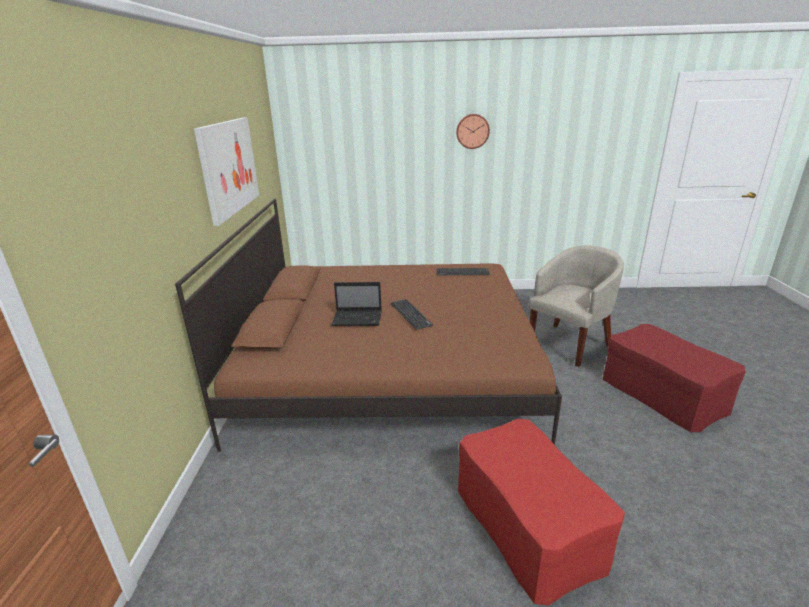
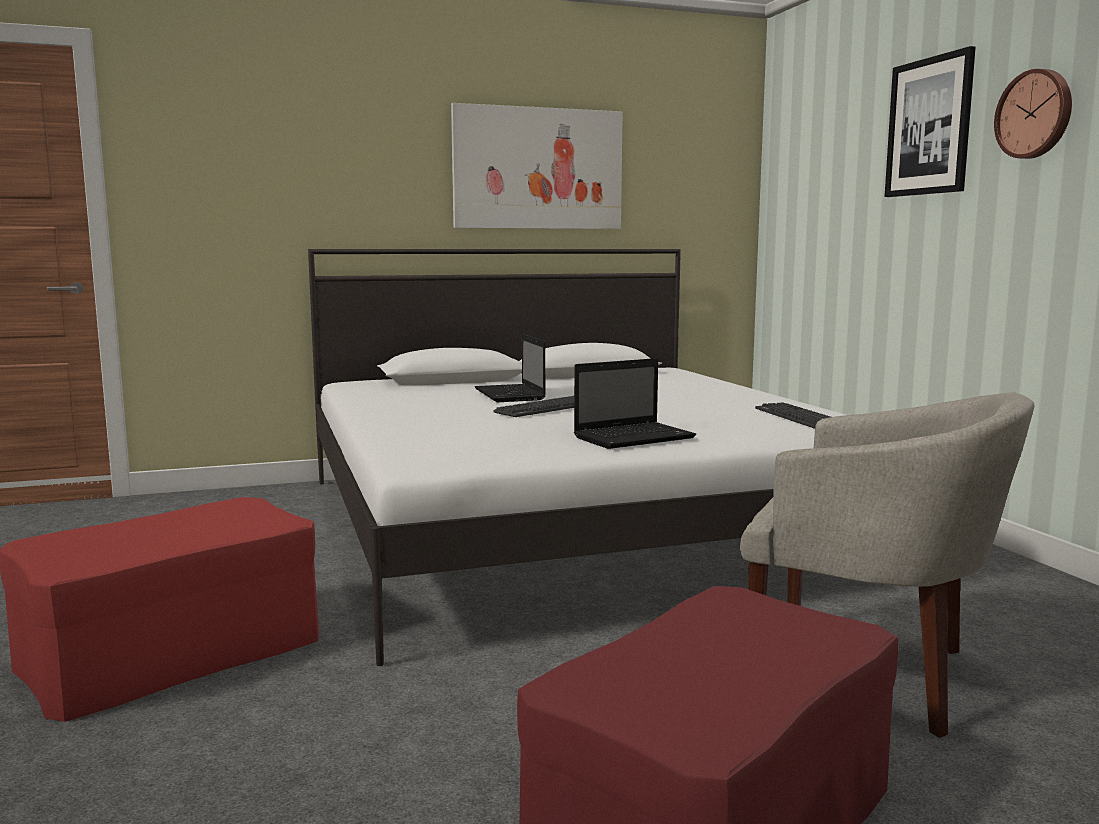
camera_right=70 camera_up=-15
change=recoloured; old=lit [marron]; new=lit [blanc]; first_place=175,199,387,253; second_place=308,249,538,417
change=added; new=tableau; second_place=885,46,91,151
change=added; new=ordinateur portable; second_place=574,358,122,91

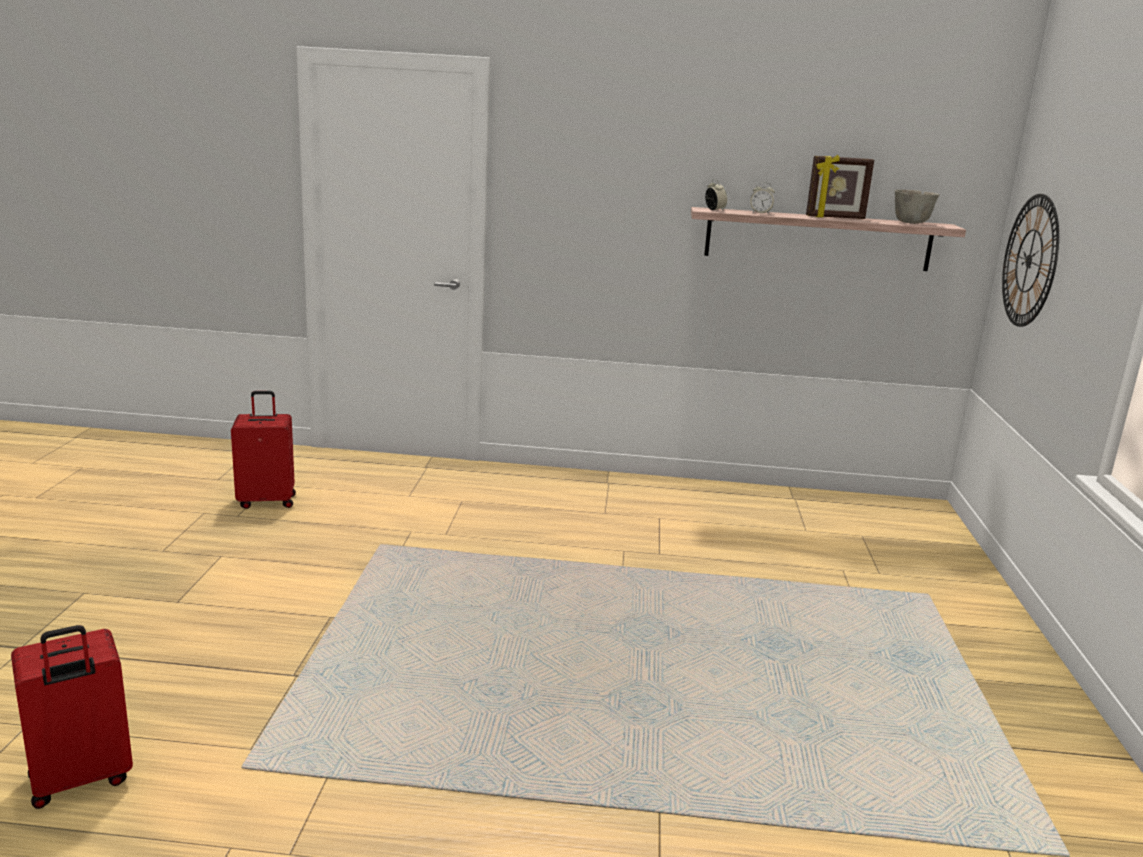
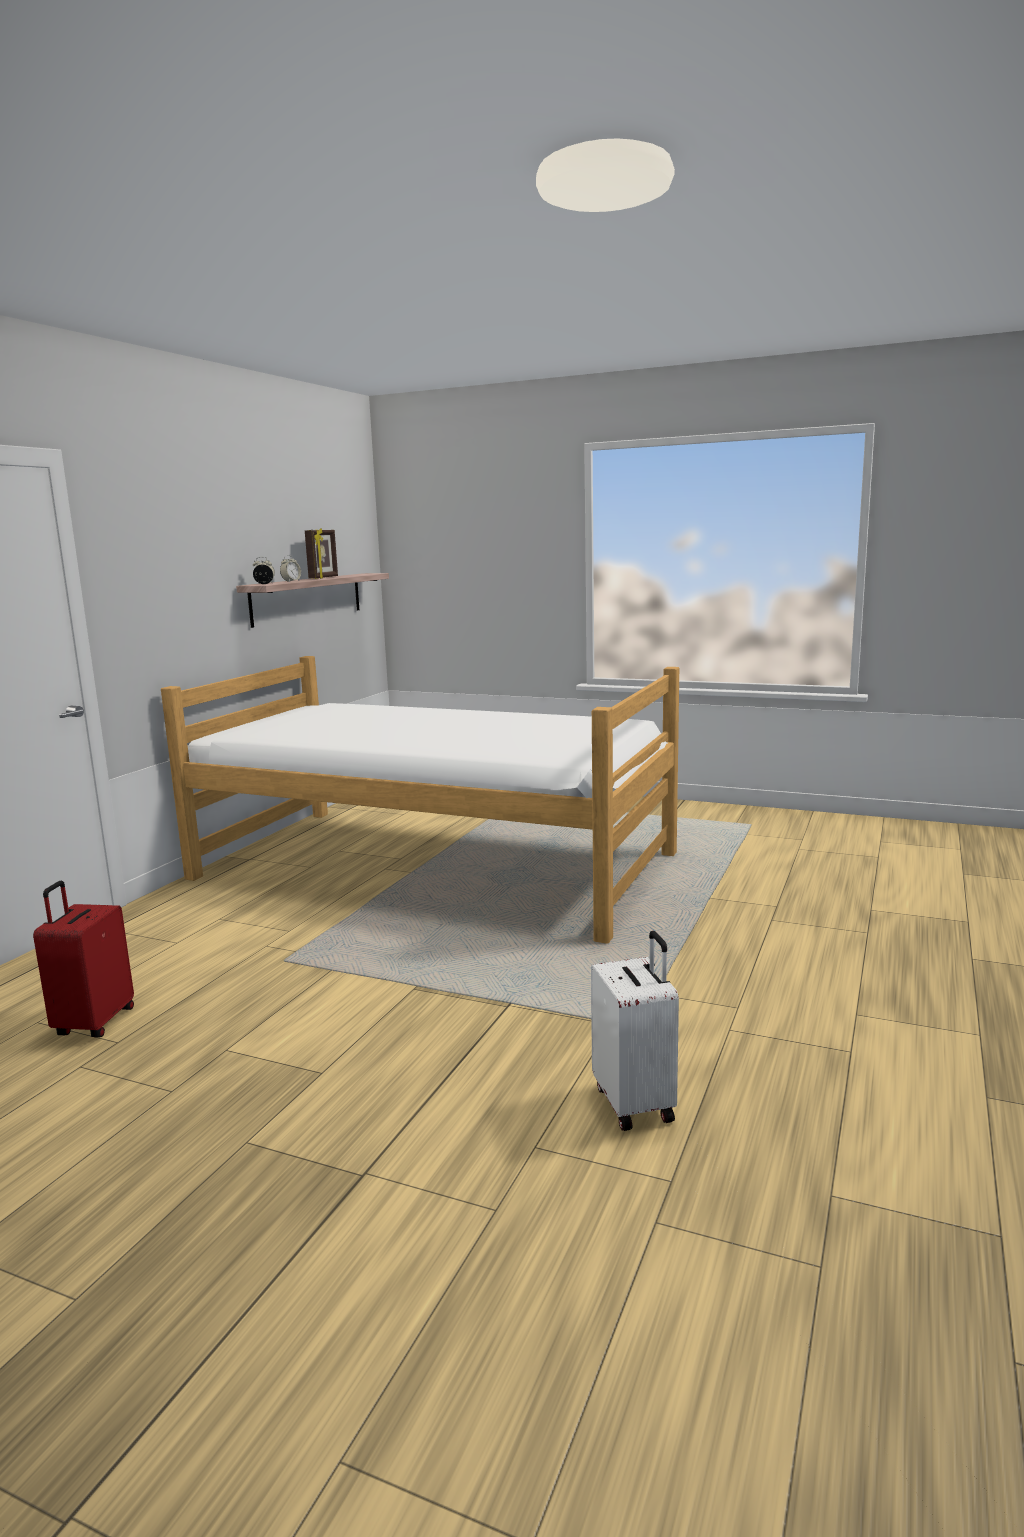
camera_right=-70 camera_up=-5
change=removed; old=bol [gris]; first_place=895,189,44,35
change=removed; old=horloge murale; first_place=1002,194,57,133
change=recoloured; old=valise [rouge]; new=valise [blanc]; first_place=11,625,122,184; second_place=591,931,88,200
change=added; new=lit; second_place=161,656,518,288

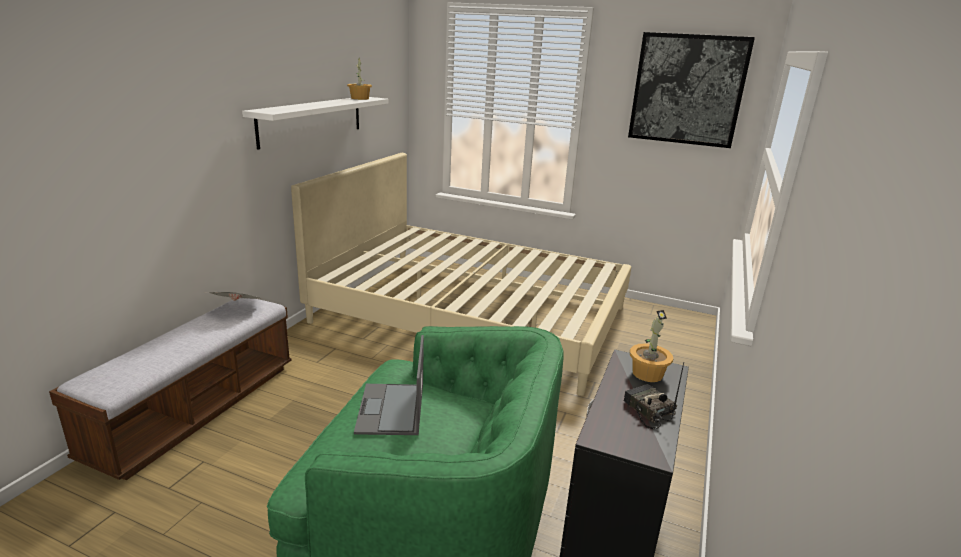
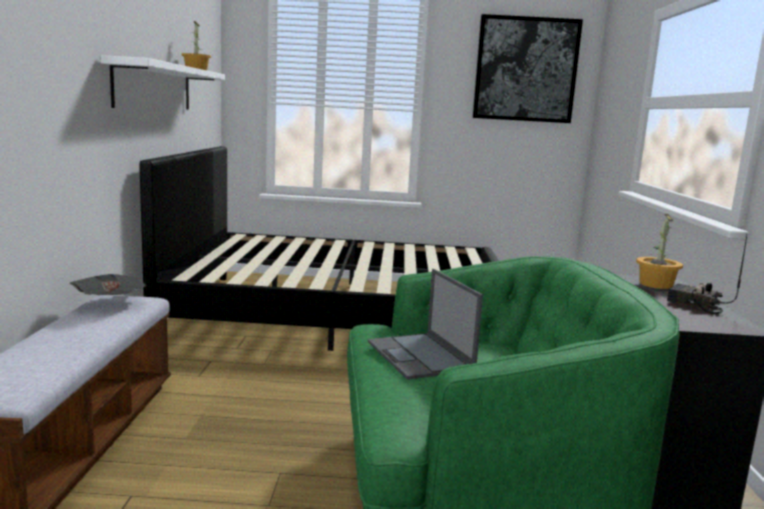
camera_right=-20 camera_up=-10
change=recoloured; old=lit [beige]; new=lit [noir]; first_place=291,153,340,243; second_place=139,146,360,205

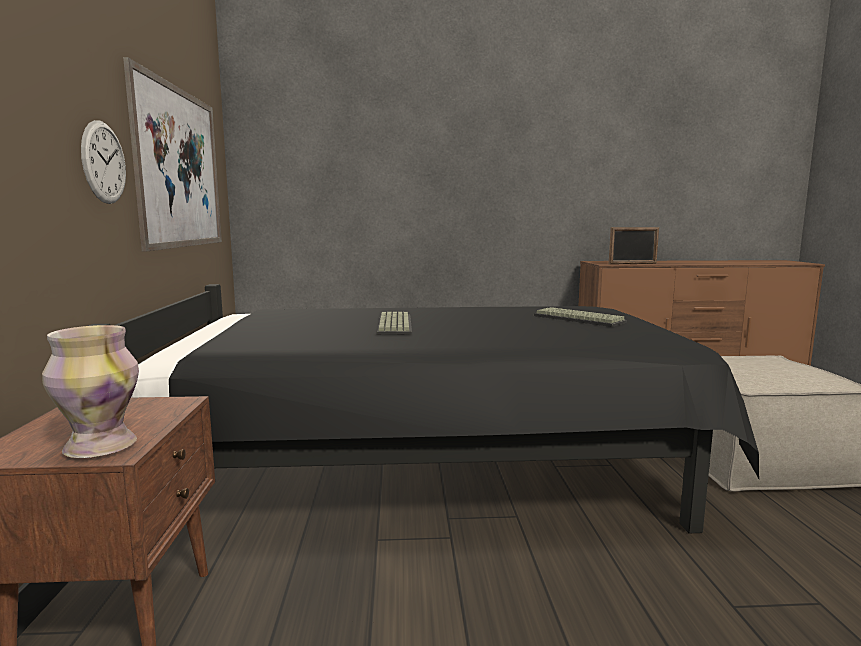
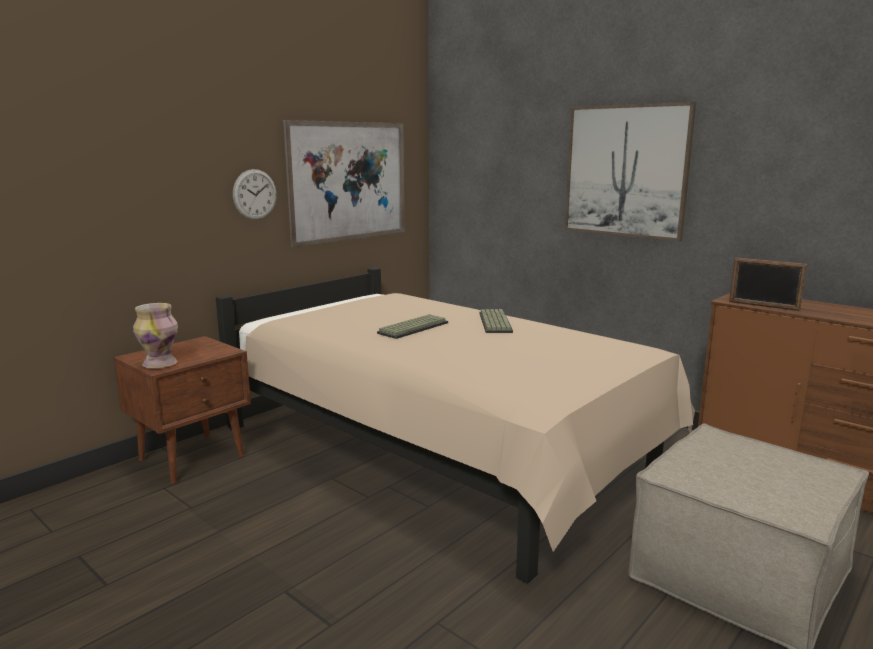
camera_right=45 camera_up=5
change=recoloured; old=lit [noir]; new=lit [beige]; first_place=88,284,671,249; second_place=216,267,479,317
change=moved; old=clavier; first_place=534,307,93,20; second_place=479,309,34,24
change=added; new=tableau; second_place=564,102,132,139

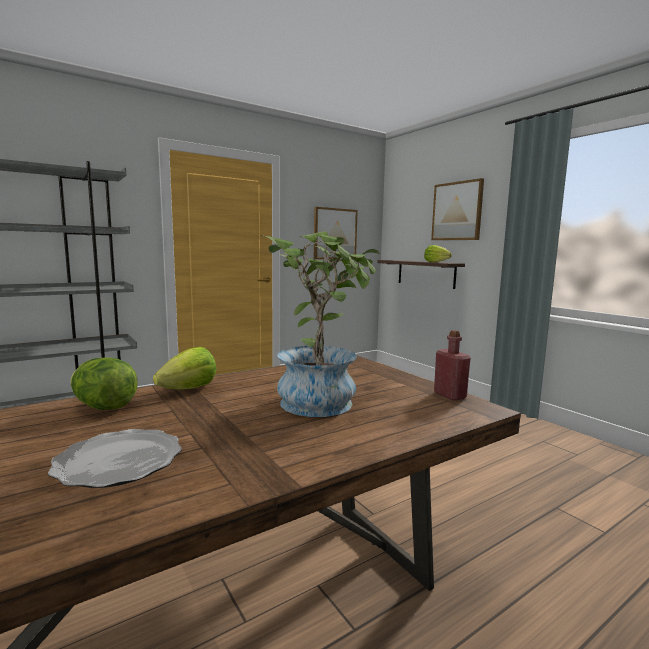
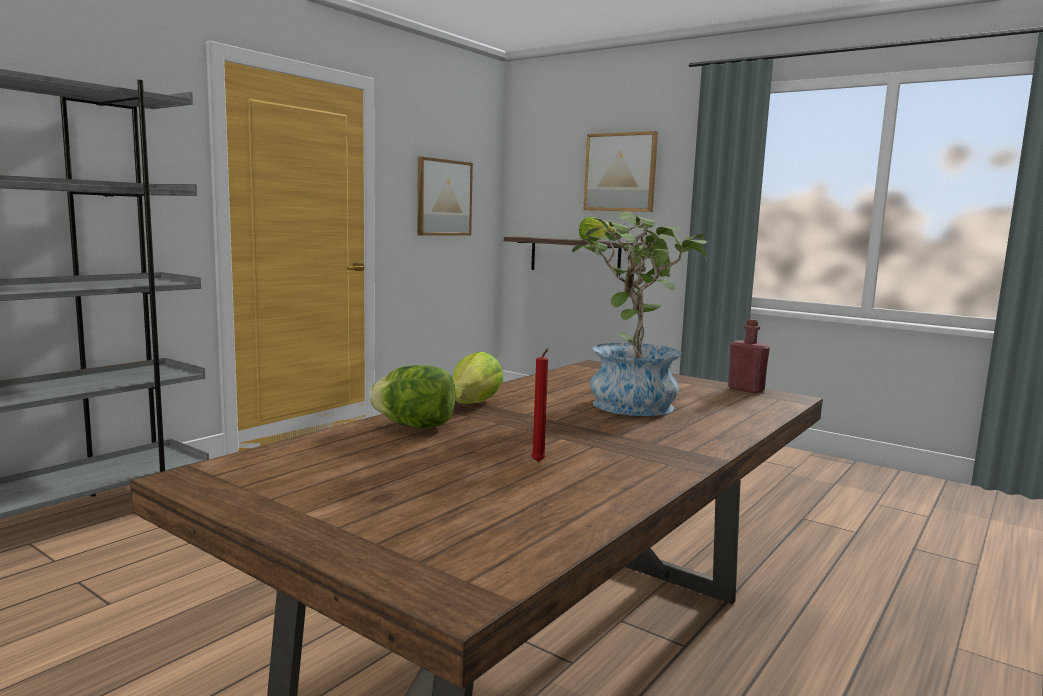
camera_right=-20 camera_up=0
change=replaced; old=assiette; new=bougie [rouge]; first_place=48,429,134,59; second_place=531,348,17,114

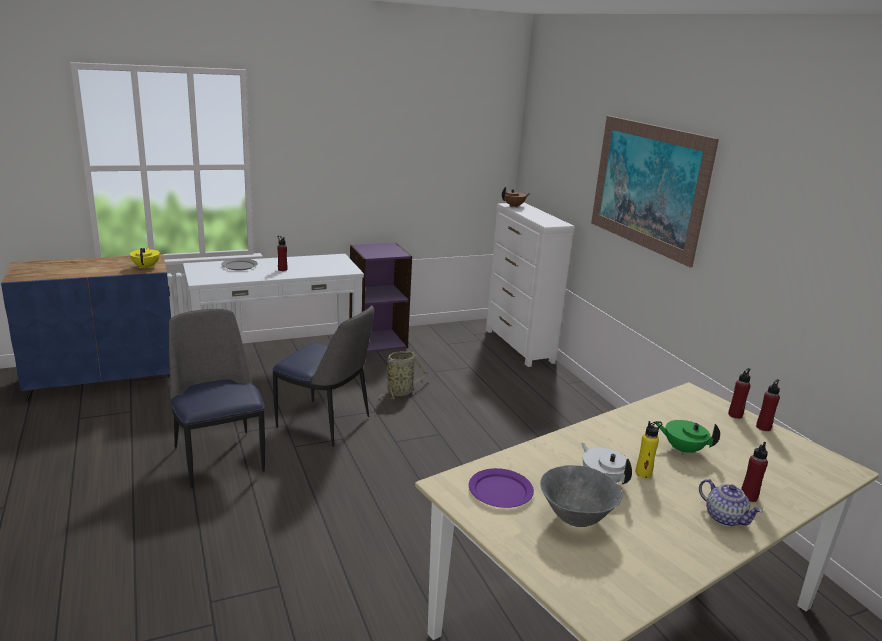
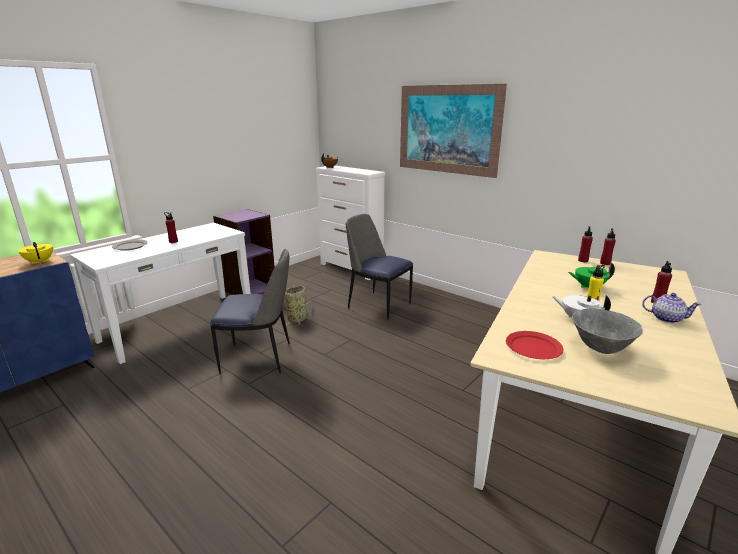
camera_right=-25 camera_up=0
change=moved; old=chaise; first_place=169,309,96,179; second_place=346,214,67,106
change=recoloured; old=assiette [violet]; new=assiette [rouge]; first_place=469,468,65,40; second_place=506,331,58,28

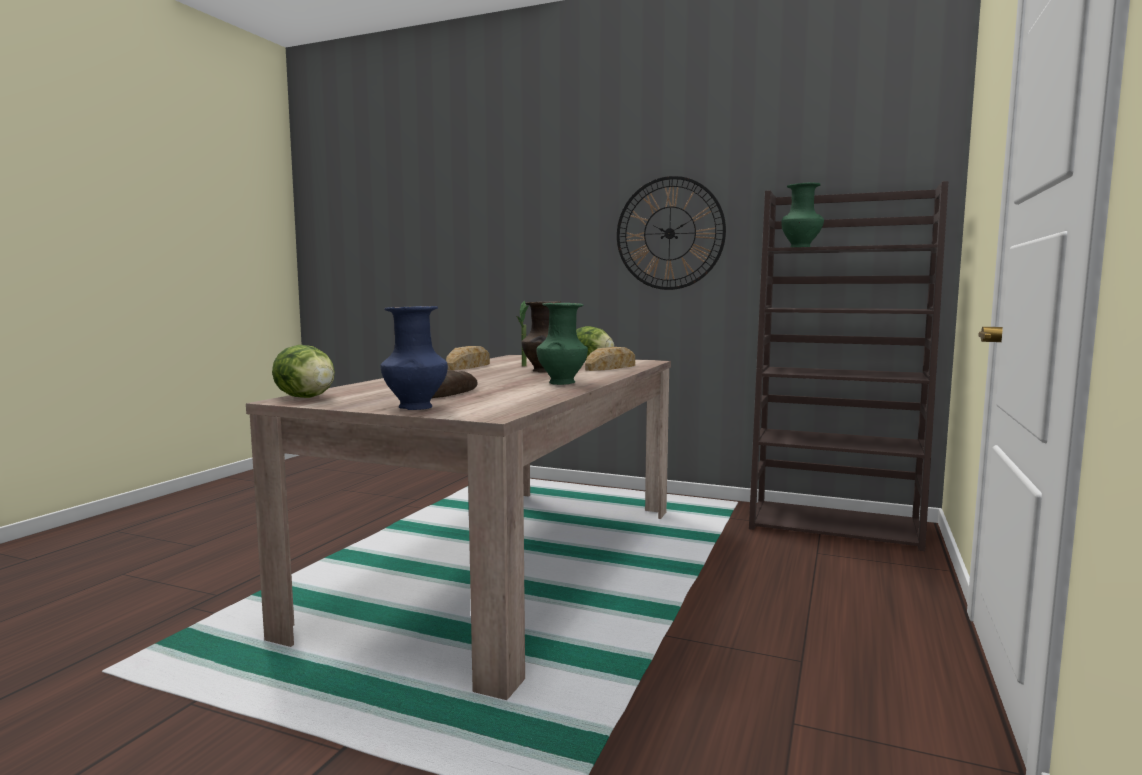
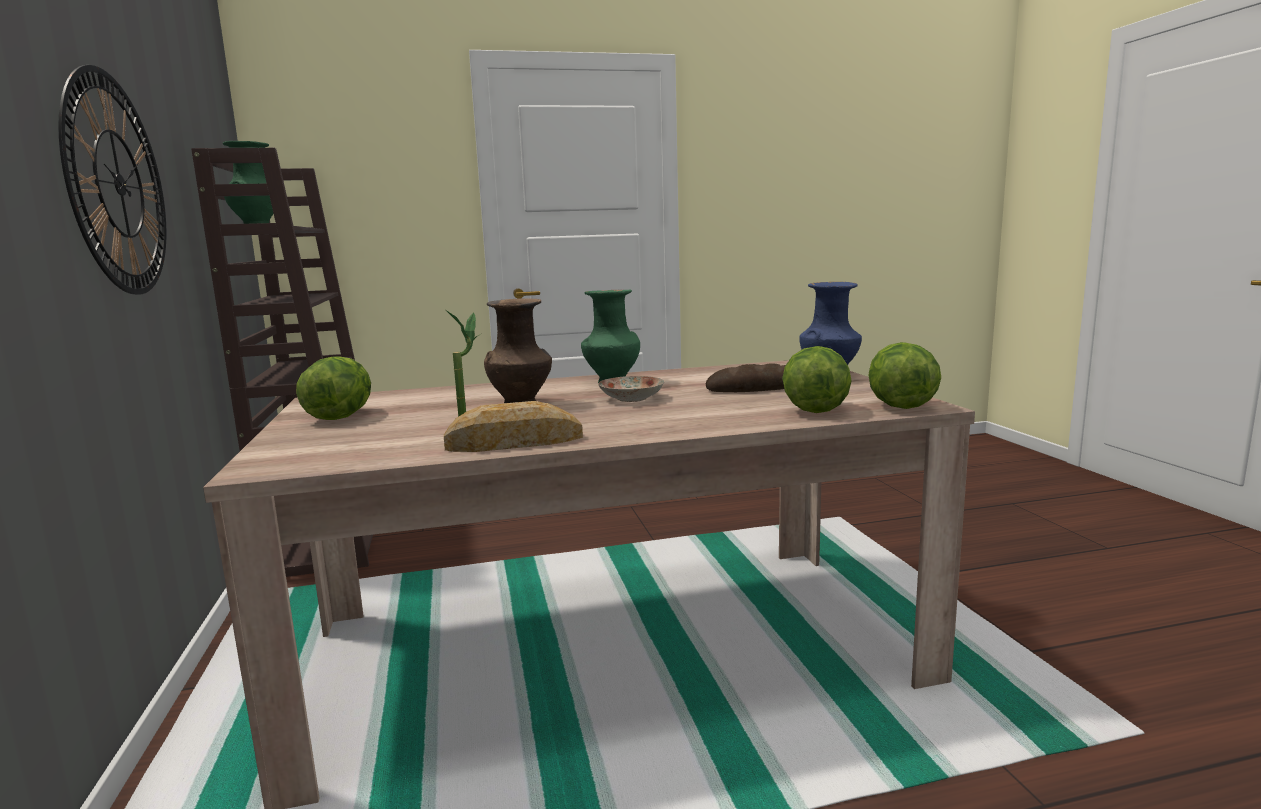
camera_right=-125 camera_up=5
change=removed; old=pain; first_place=585,347,50,24
change=added; new=laitue; second_place=782,346,69,67
change=added; new=assiette; second_place=598,376,67,26

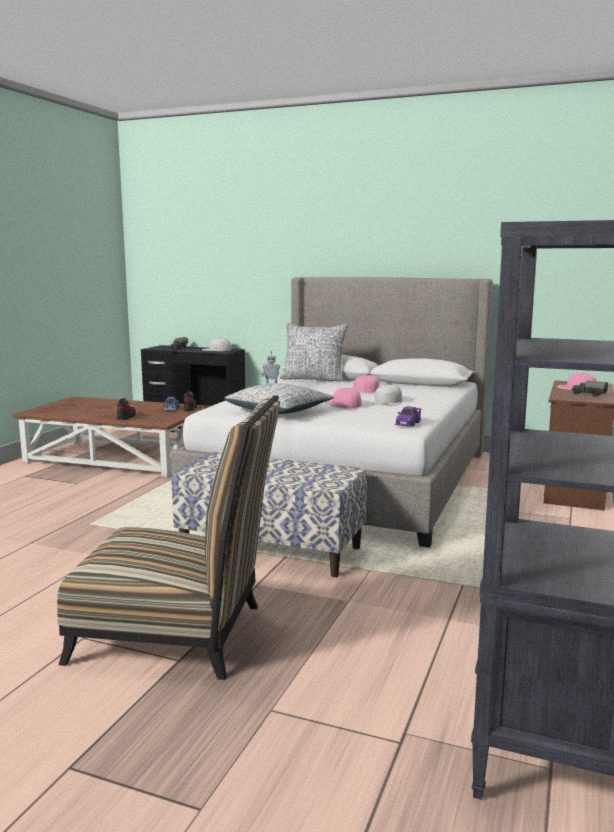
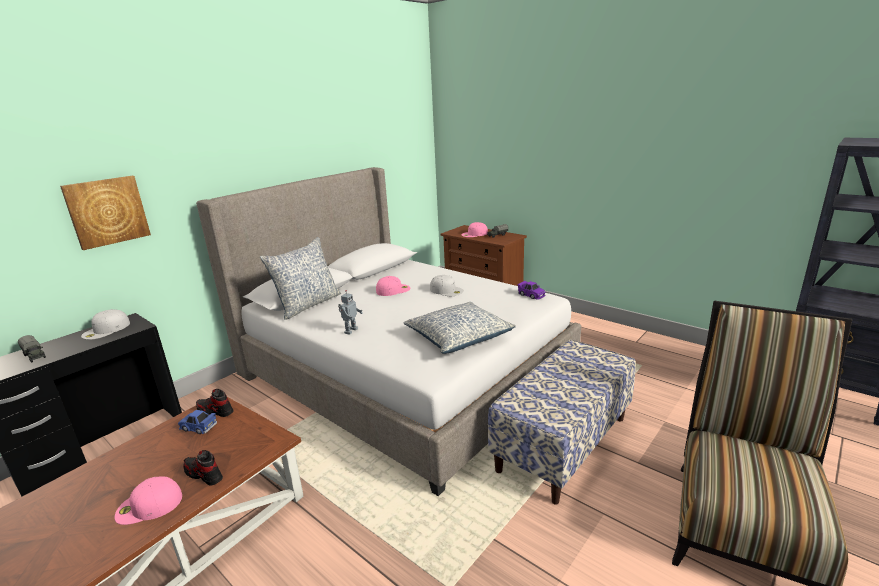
camera_right=-70 camera_up=10
change=moved; old=casquette [rose]; first_place=326,388,36,20; second_place=114,476,68,49
change=added; new=tableau; second_place=60,176,91,74

